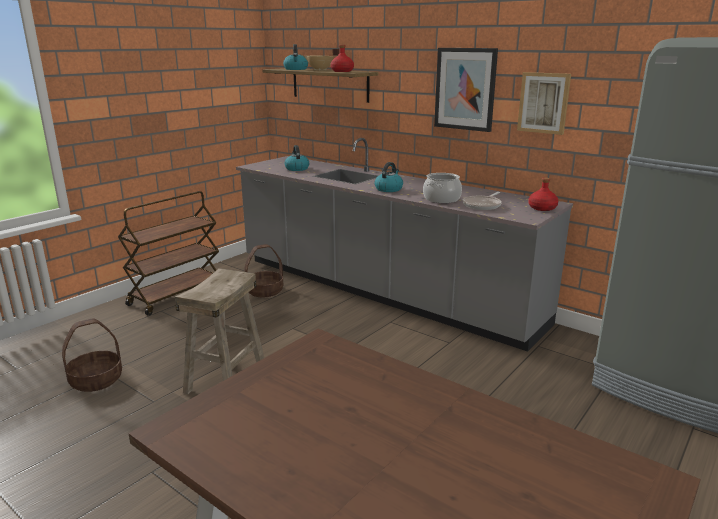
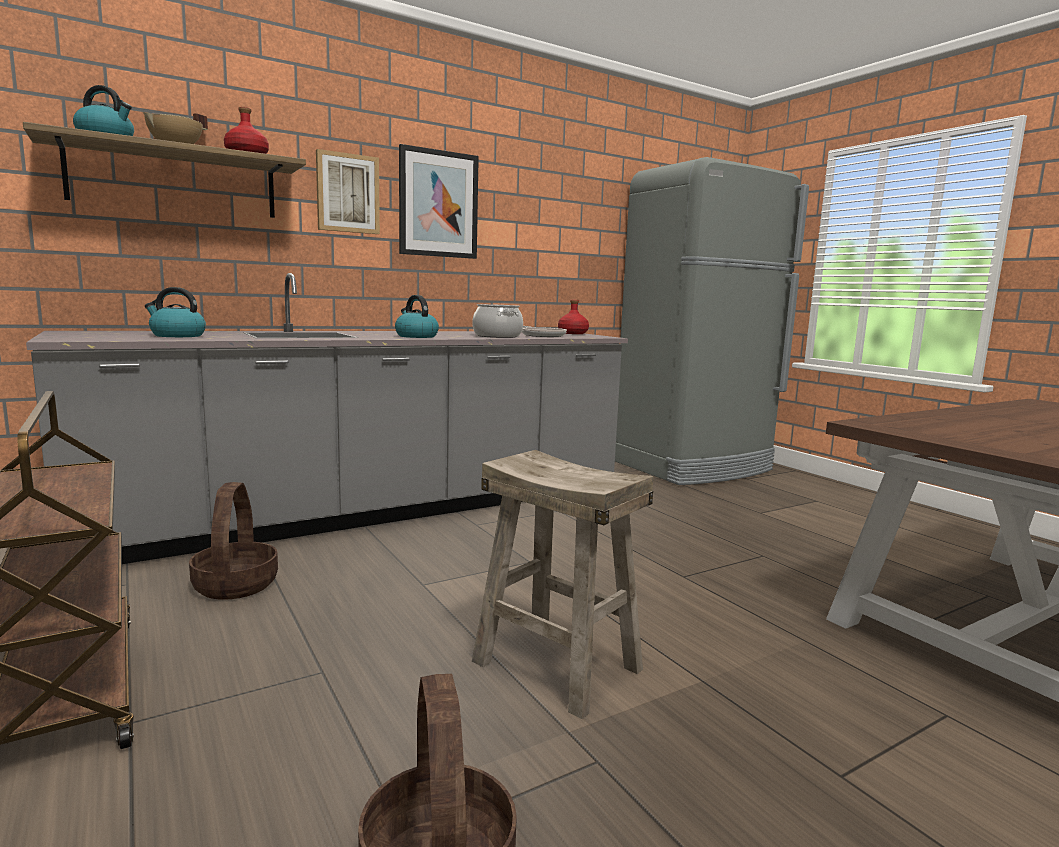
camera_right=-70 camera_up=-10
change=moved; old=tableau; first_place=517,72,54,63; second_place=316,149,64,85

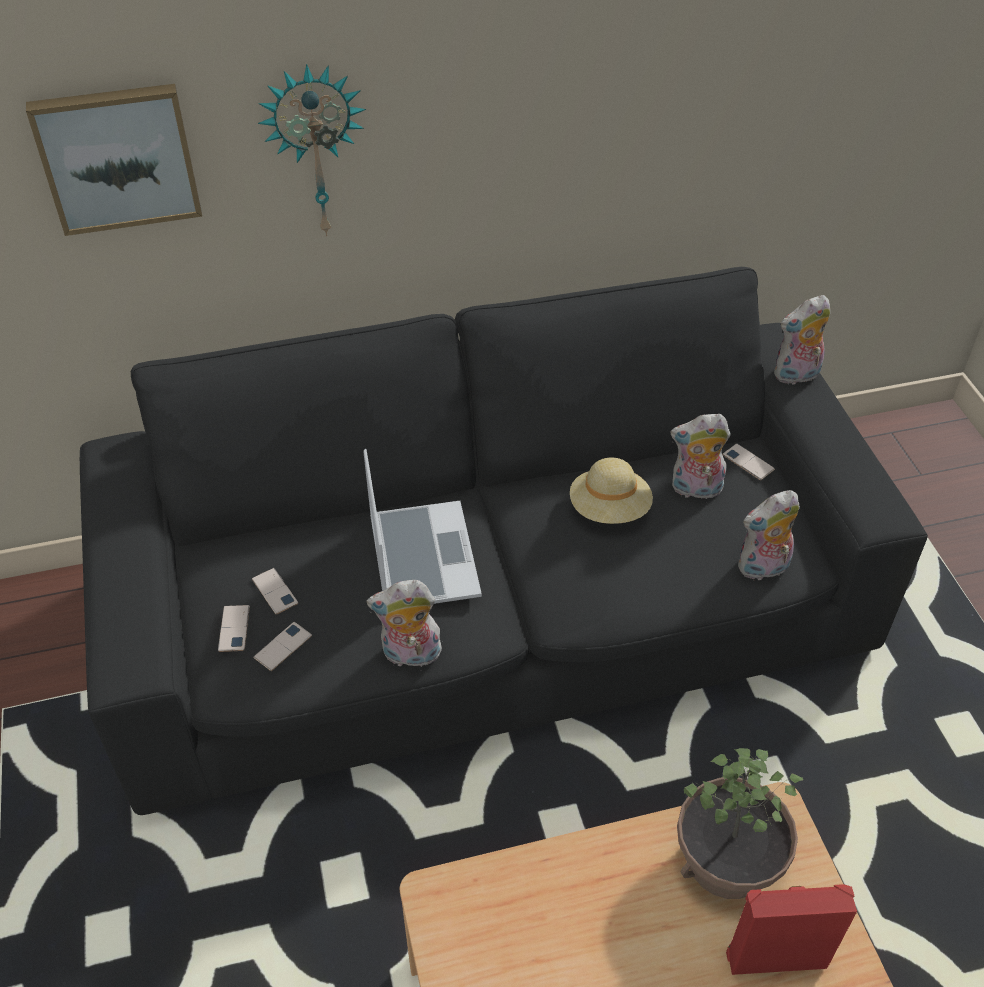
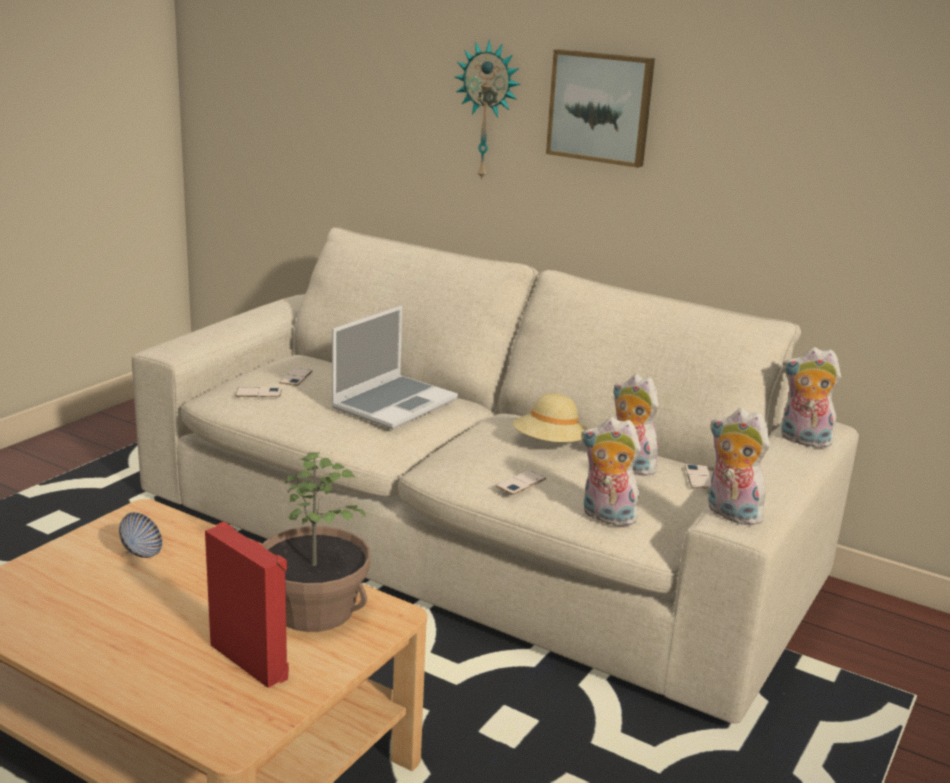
camera_right=45 camera_up=-25
change=moved; old=tableau; first_place=26,84,176,152; second_place=546,49,109,119
change=recoloured; old=canapé [noir]; new=canapé [beige]; first_place=80,267,848,548; second_place=132,227,727,497
change=moved; old=peluche; first_place=366,580,77,87; second_place=708,408,62,117
change=moved; old=téléphone; first_place=218,605,32,47; second_place=496,470,50,25
change=added; new=bol; second_place=119,512,44,46

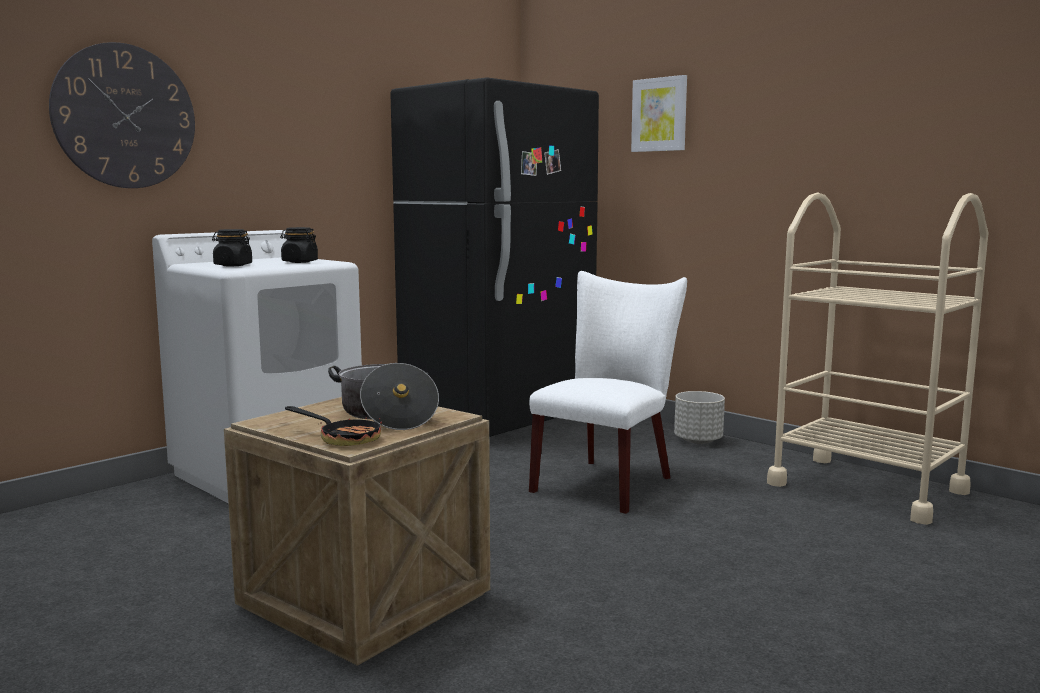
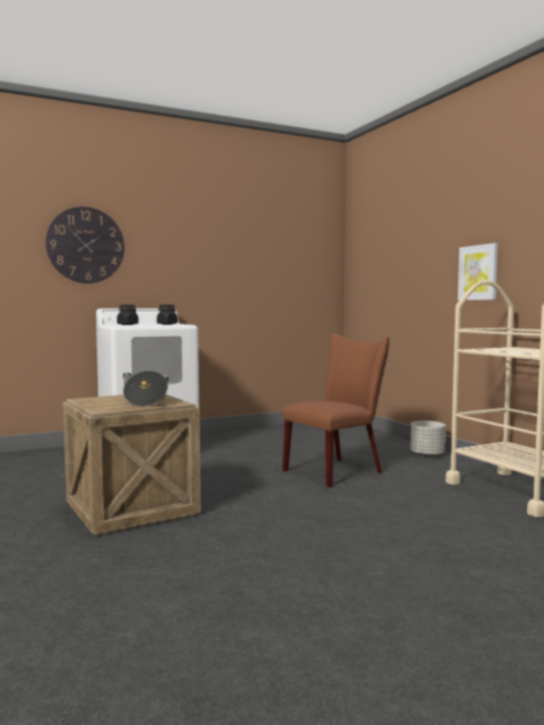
camera_right=20 camera_up=-5
change=moved; old=tableau; first_place=631,75,56,77; second_place=458,243,40,57
change=removed; old=réfrigérateur [noir]; first_place=390,77,209,360
change=recoloured; old=chaise [blanc]; new=chaise [marron]; first_place=529,271,158,243; second_place=282,333,107,154
change=removed; old=poêle; first_place=285,406,97,40

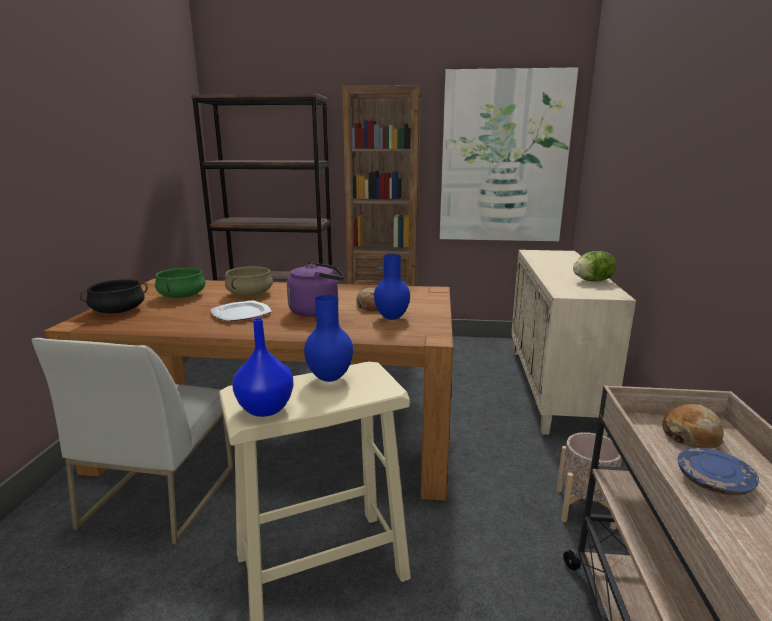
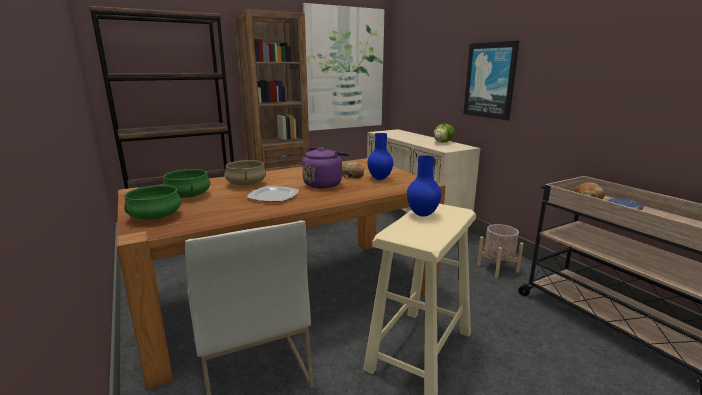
camera_right=-35 camera_up=0
change=recoloured; old=marmite [noir]; new=marmite [vert]; first_place=79,279,69,35; second_place=124,185,57,35
change=removed; old=vase [bleu]; first_place=232,318,61,99
change=added; new=tableau; second_place=463,41,56,79

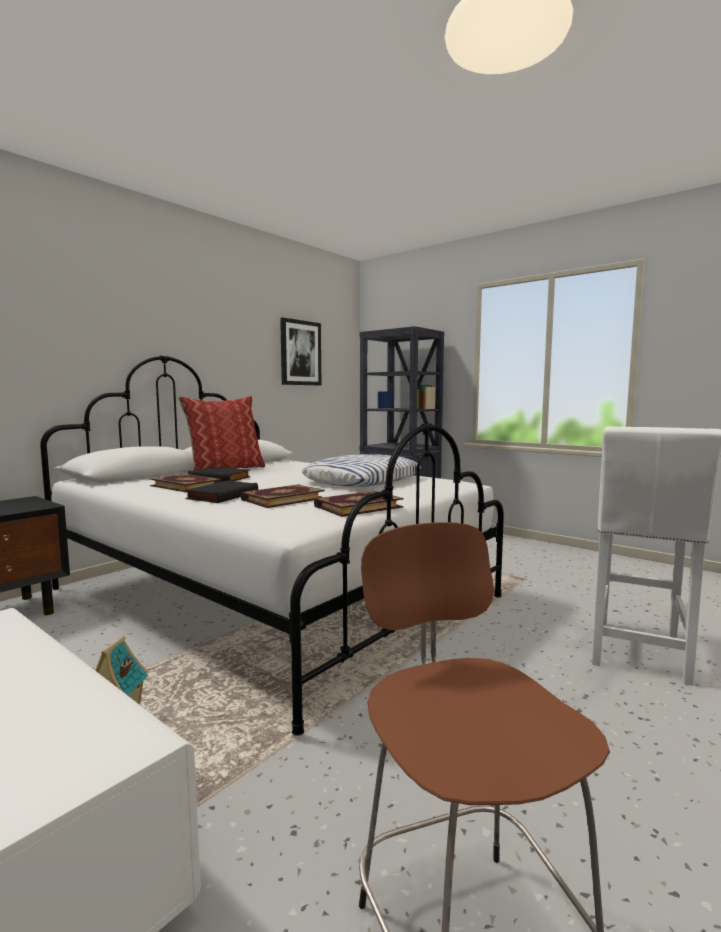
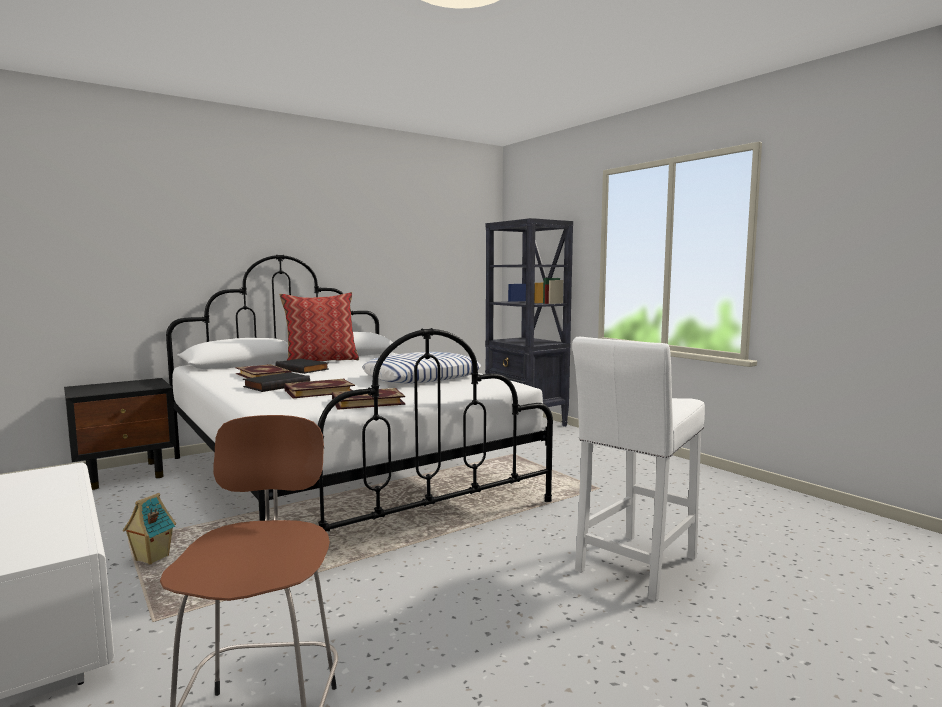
camera_right=15 camera_up=0
change=removed; old=tableau; first_place=280,318,41,67

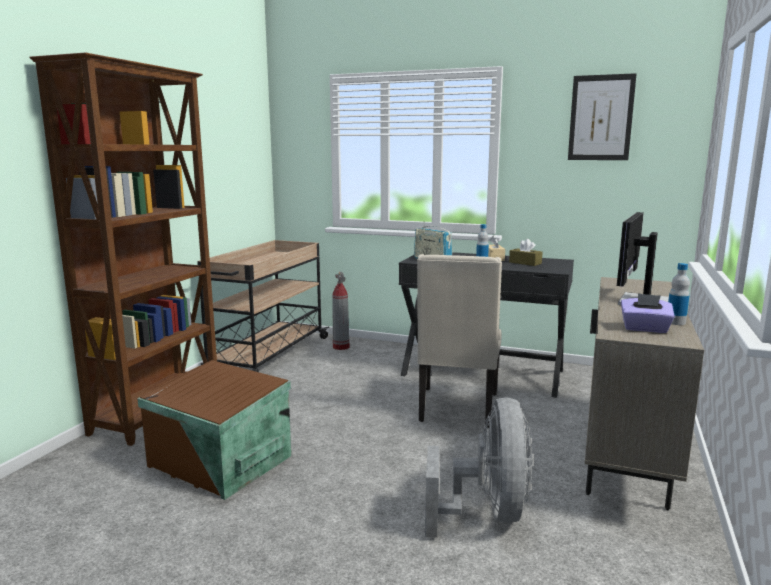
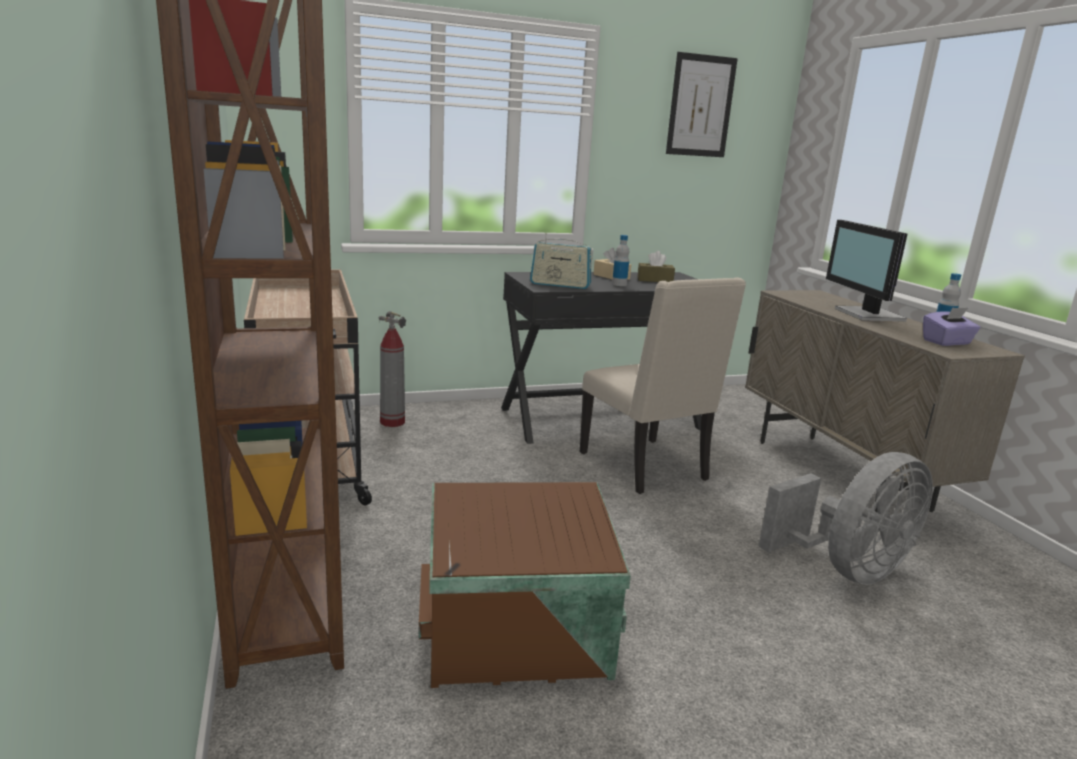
camera_right=-40 camera_up=5
change=turned; old=ventilateur [gris]; first_place=425,397,108,141; second_place=759,452,174,133; degrees=90

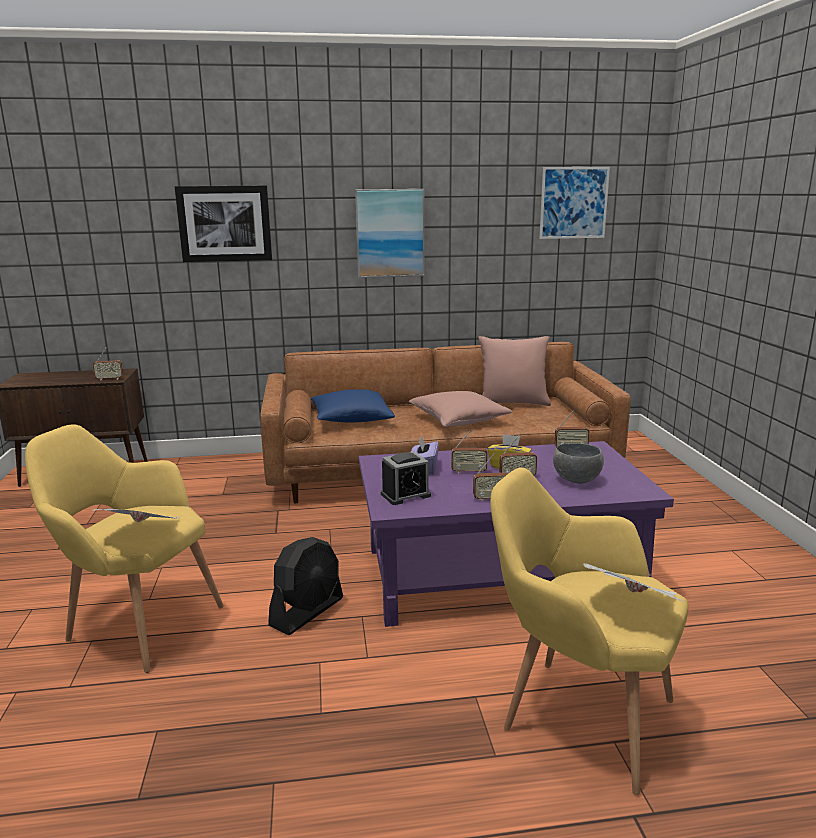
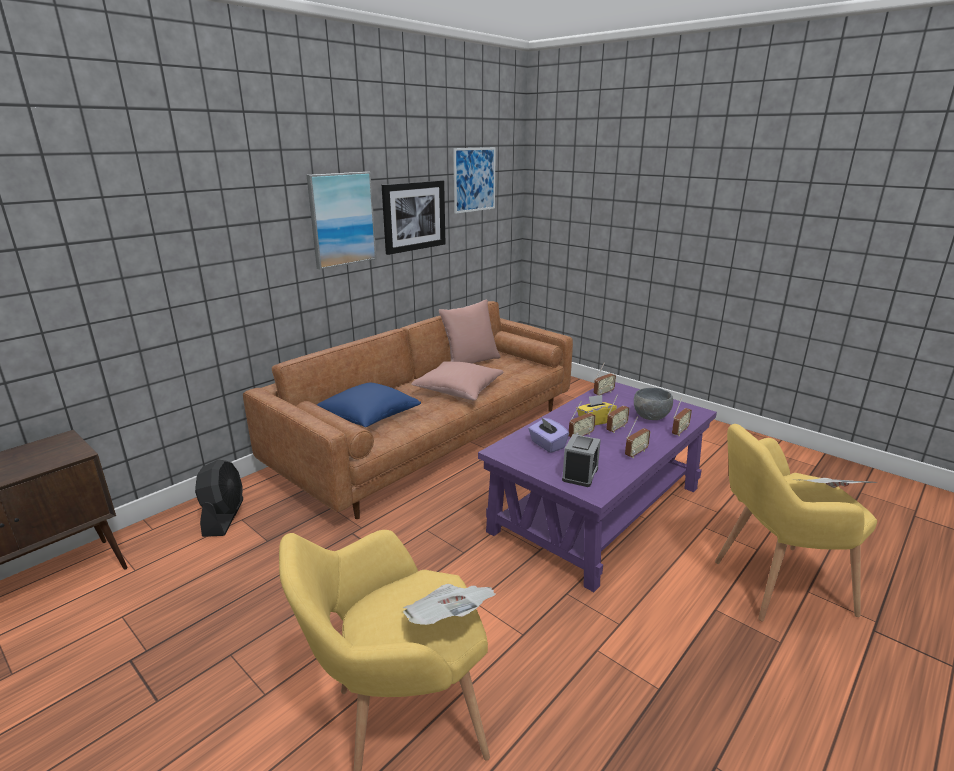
camera_right=-40 camera_up=5
change=moved; old=tableau; first_place=175,185,97,77; second_place=382,180,63,75
change=moved; old=radio; first_place=93,347,30,34; second_place=672,397,20,39
change=moved; old=ventilateur [noir]; first_place=268,537,75,98; second_place=195,459,48,78

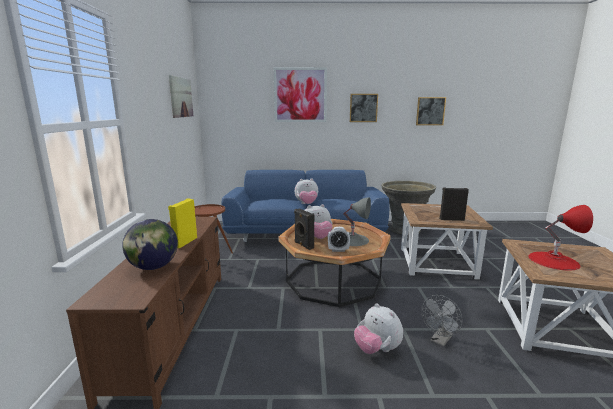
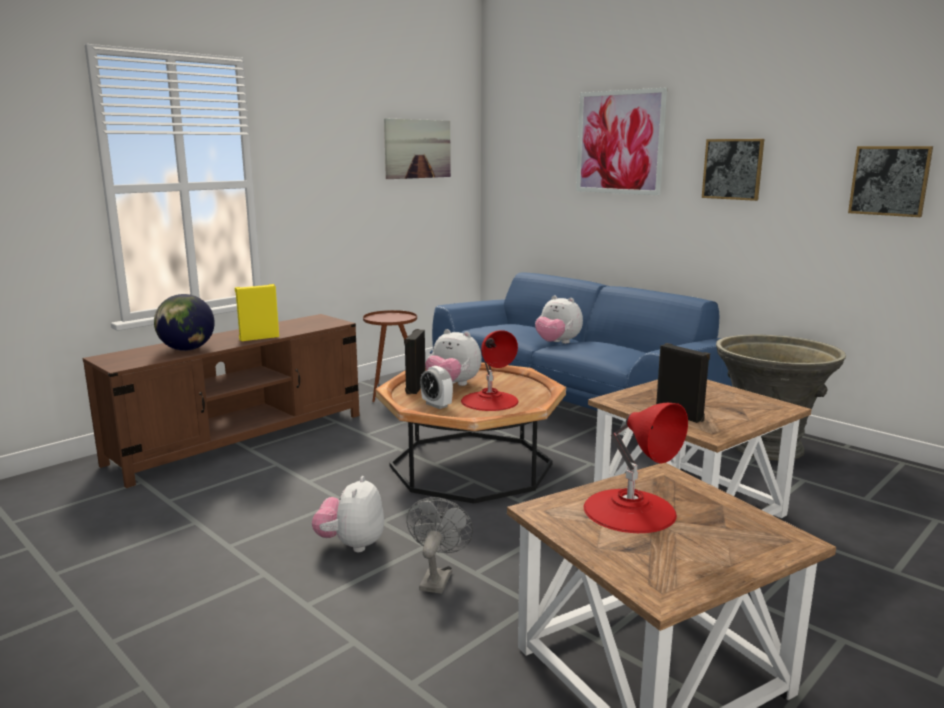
camera_right=45 camera_up=0
change=recoloured; old=lampe de table [gris]; new=lampe de table [rouge]; first_place=343,197,28,49; second_place=461,330,58,81
change=turned; old=ventilateur [gris]; first_place=421,295,42,52; second_place=406,497,67,97; degrees=105

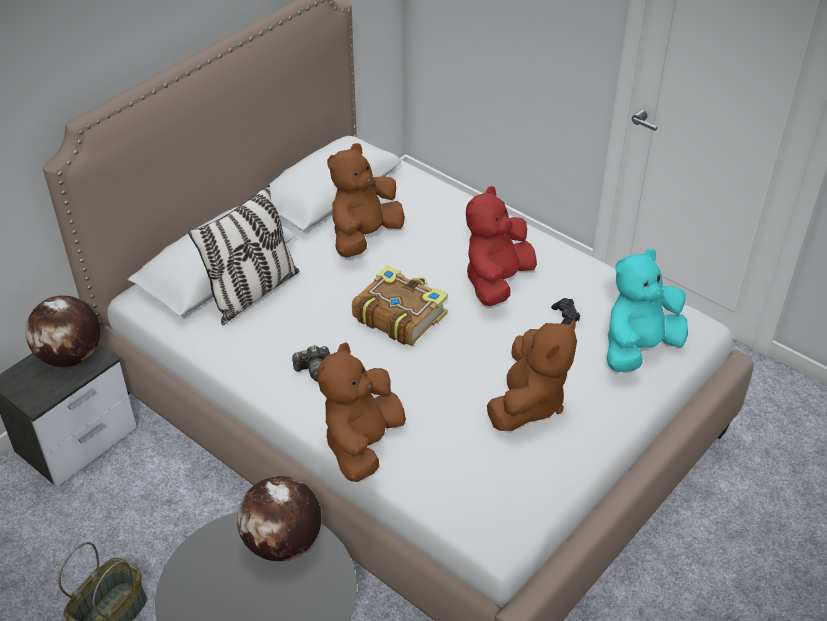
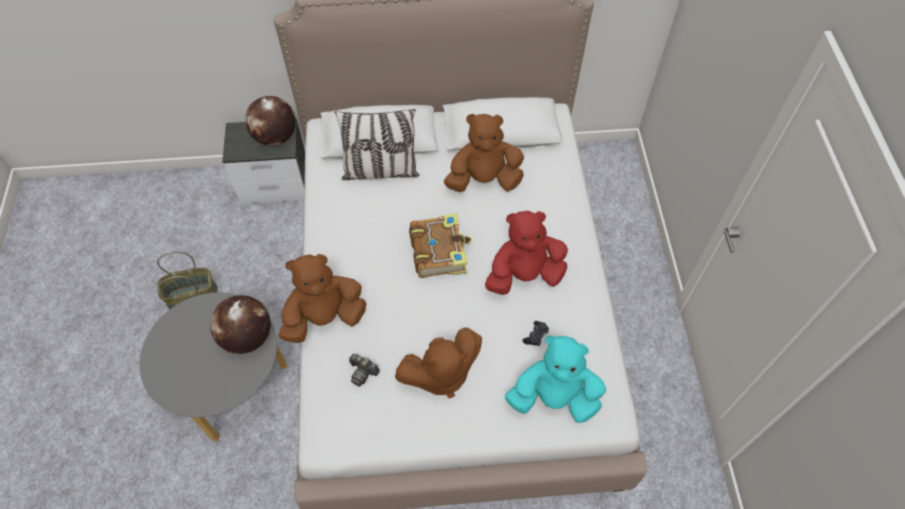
camera_right=45 camera_up=15
change=moved; old=appareil photo; first_place=292,345,38,37; second_place=349,354,31,33

